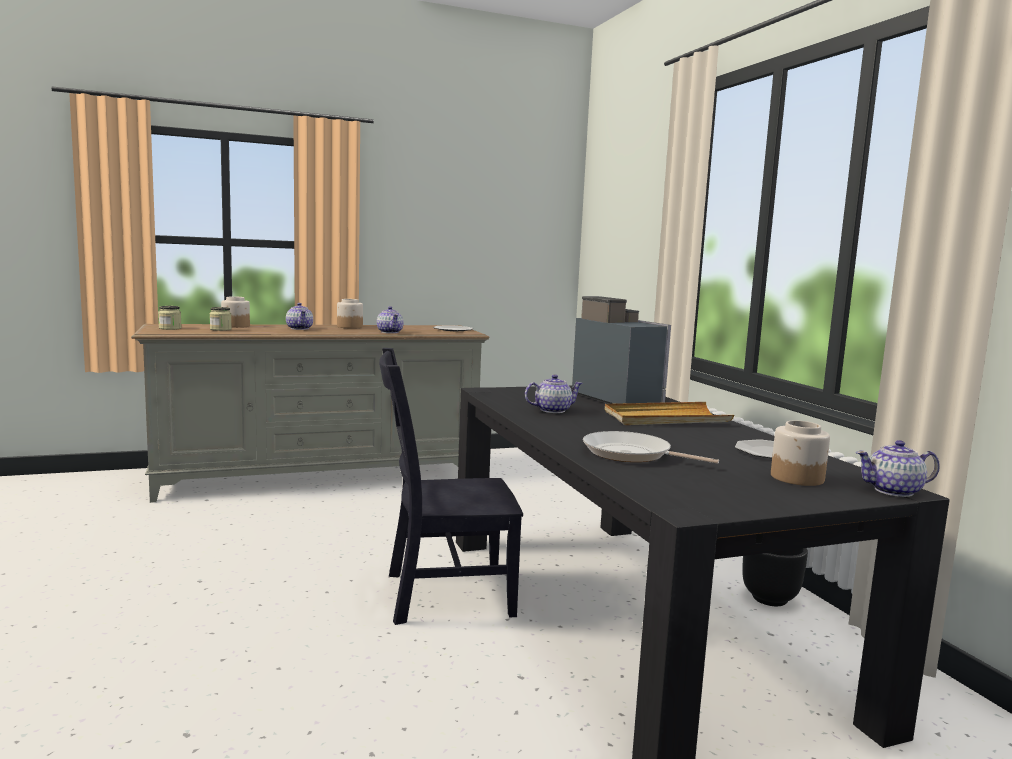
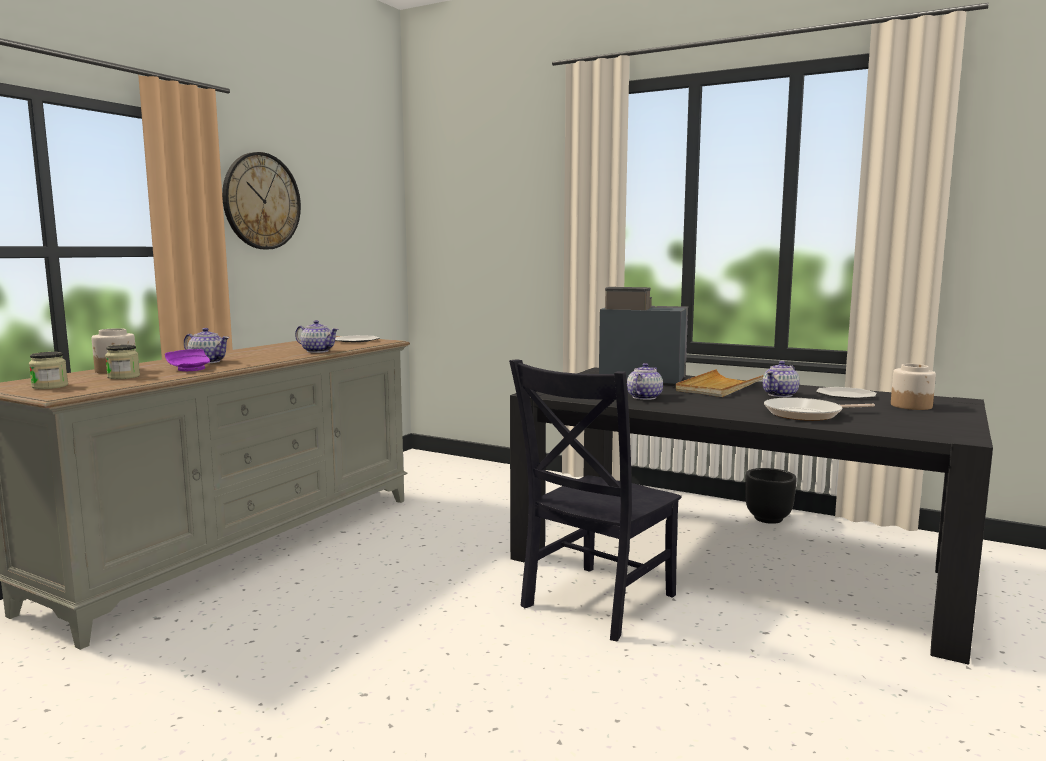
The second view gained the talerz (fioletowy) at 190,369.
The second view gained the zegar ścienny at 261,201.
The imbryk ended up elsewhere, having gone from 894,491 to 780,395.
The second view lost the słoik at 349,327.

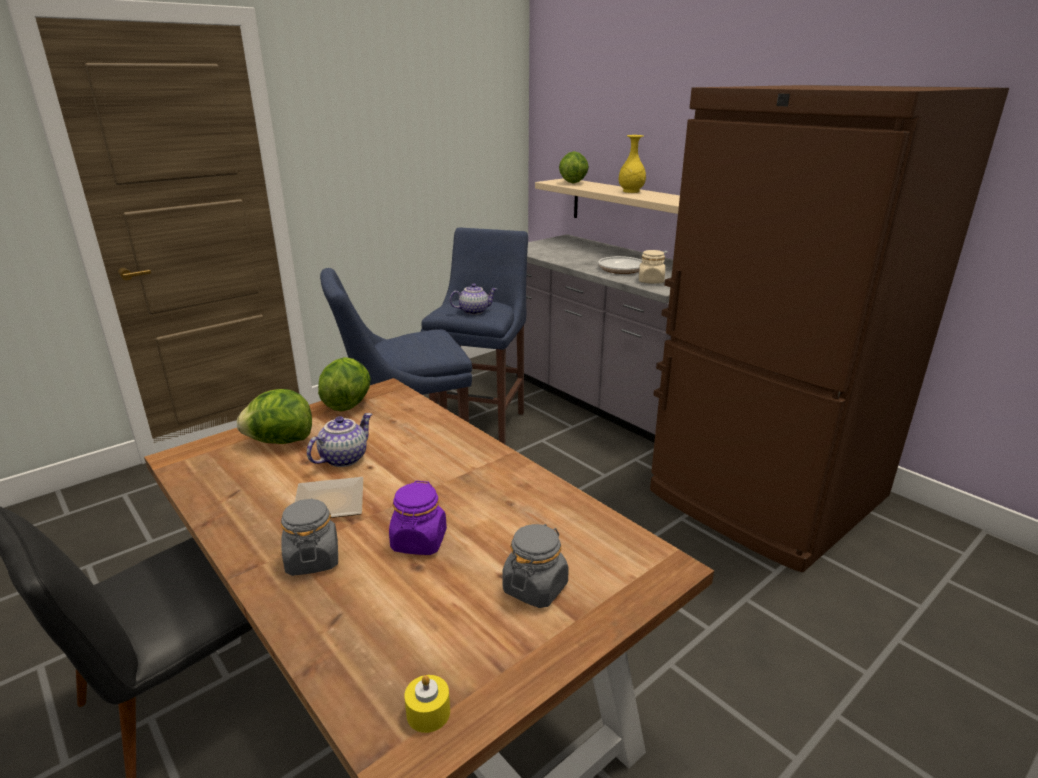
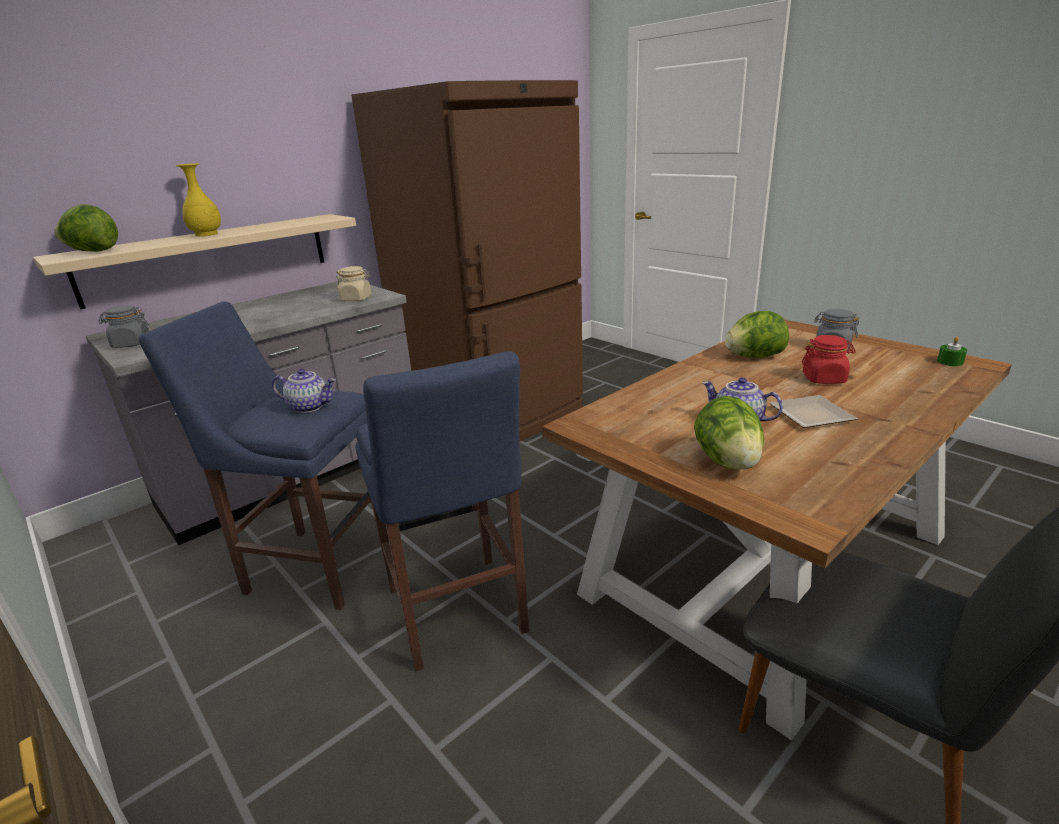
The słoik (szary) ended up elsewhere, having gone from 312,559 to 131,344.
The imbryk at 474,311 ended up facing another way, 120 degrees clockwise from before.
The sałata ended up elsewhere, having gone from 347,404 to 754,357.
What was the słoik (fioletowy) at 419,541 turned into the słoik (czerwony) at 824,379.
What was the świeca (żółty) at 428,713 turned into the świeca (zielony) at 950,362.
The second view lost the patelnia at 625,268.

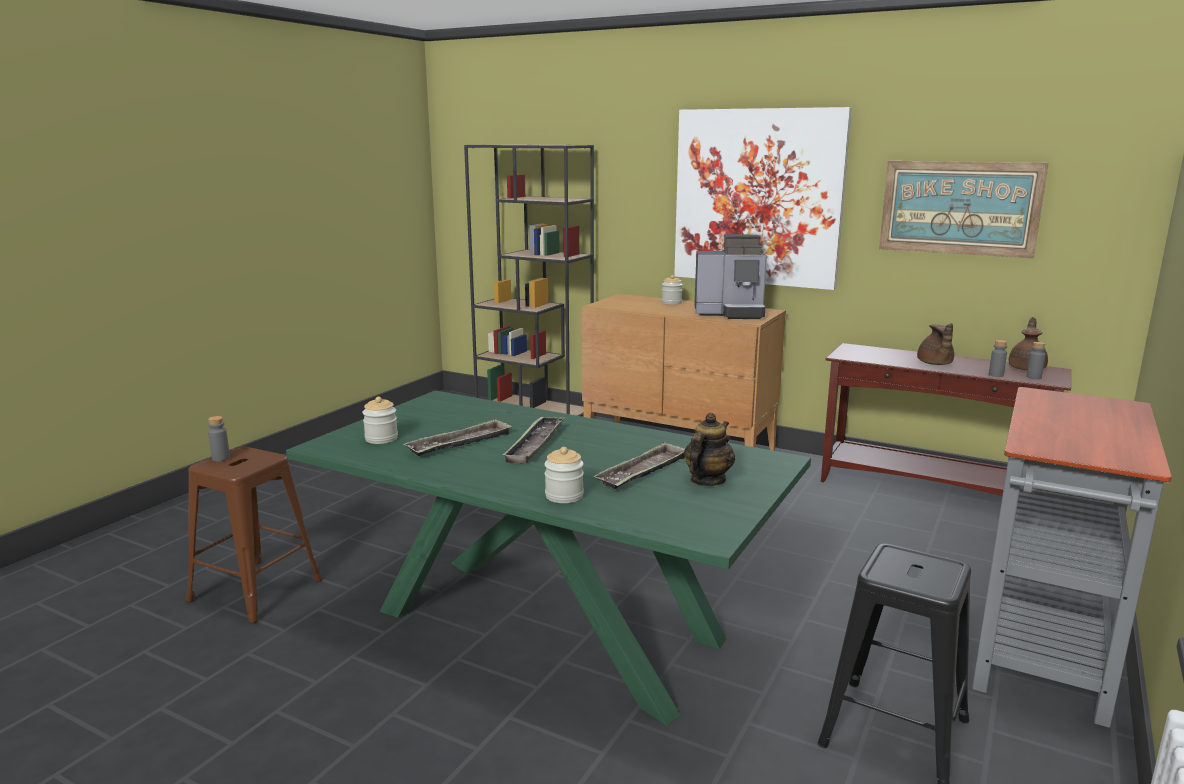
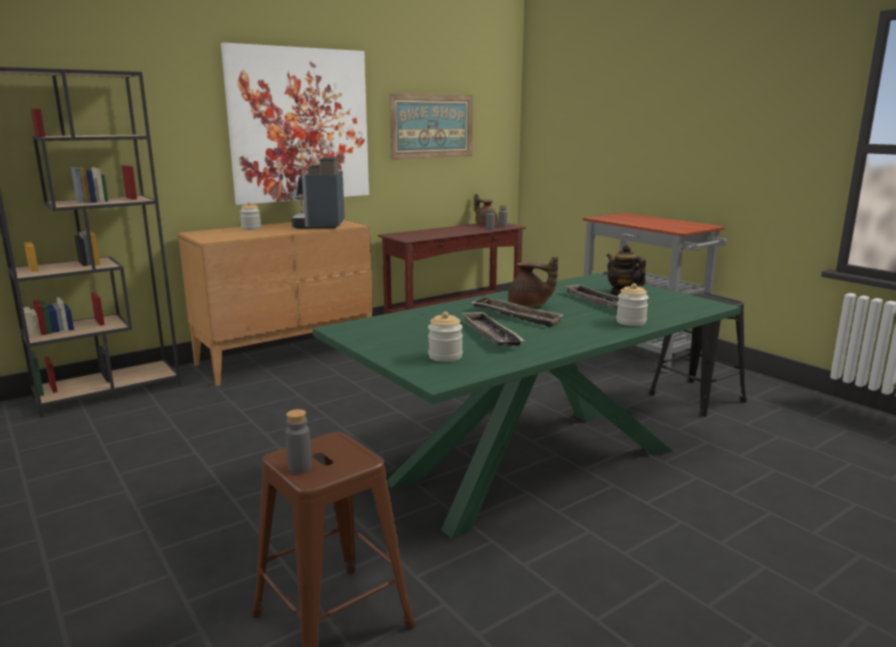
The ekspres do kawy at 731,313 ended up facing another way, 150 degrees clockwise from before.
The imbryk (brązowy) ended up elsewhere, having gone from 934,364 to 529,306.

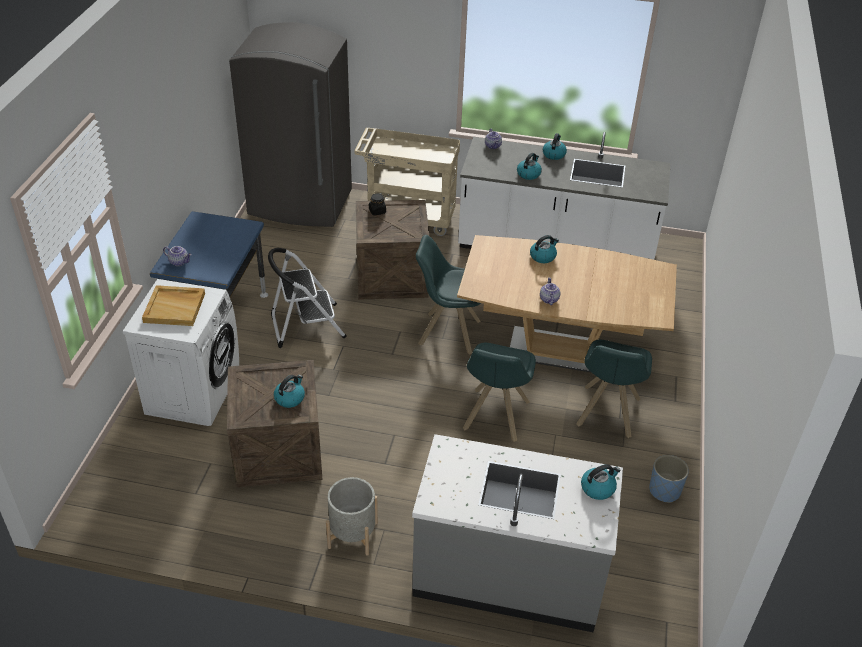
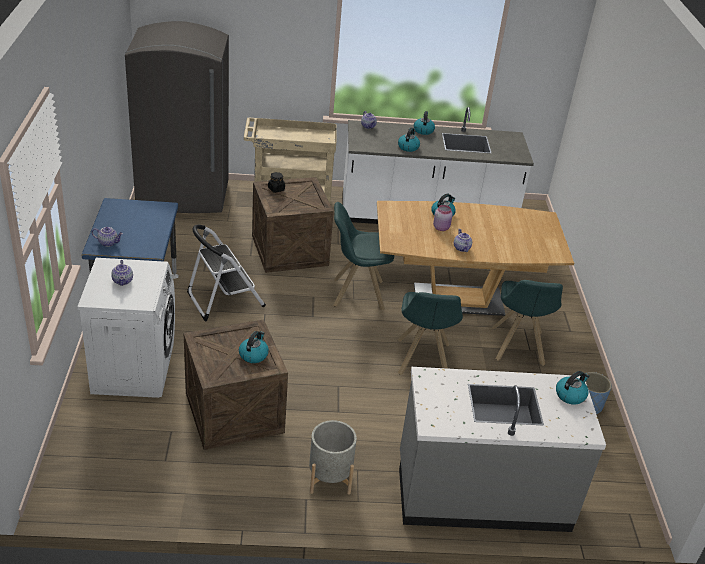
Where the taca (beżowy) stood at 175,307, the imbryk came to stand at 123,281.
The second view gained the słoik (różowy) at 441,228.

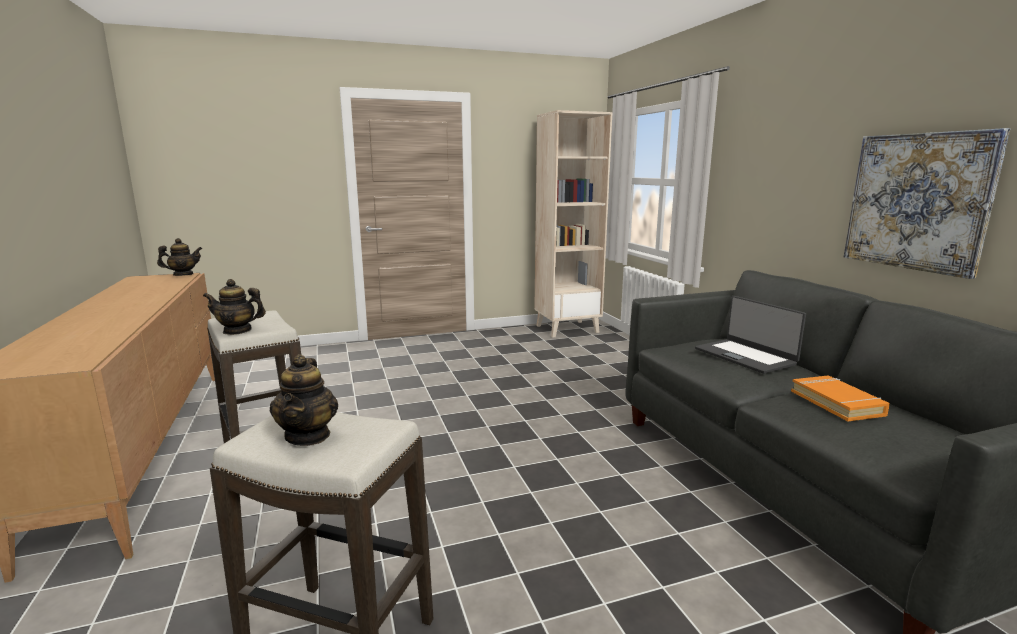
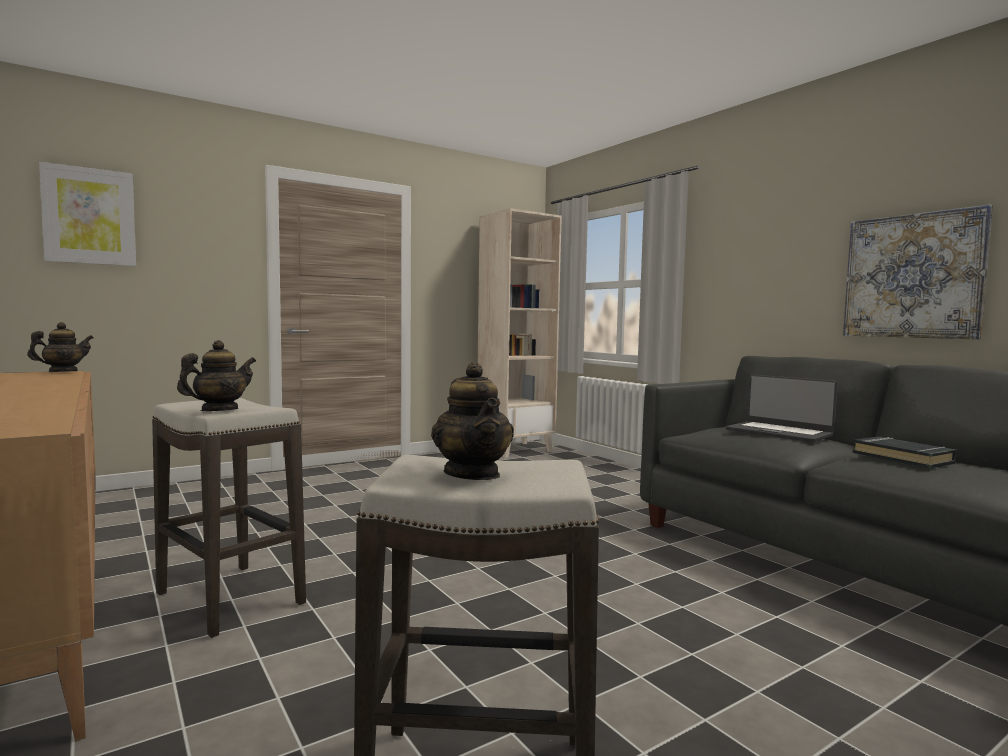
The second view gained the obraz at 89,216.
The imbryk at 237,331 ended up facing another way, 150 degrees clockwise from before.
What was the książka (pomarańczowy) at 837,403 turned into the książka (czarny) at 903,458.

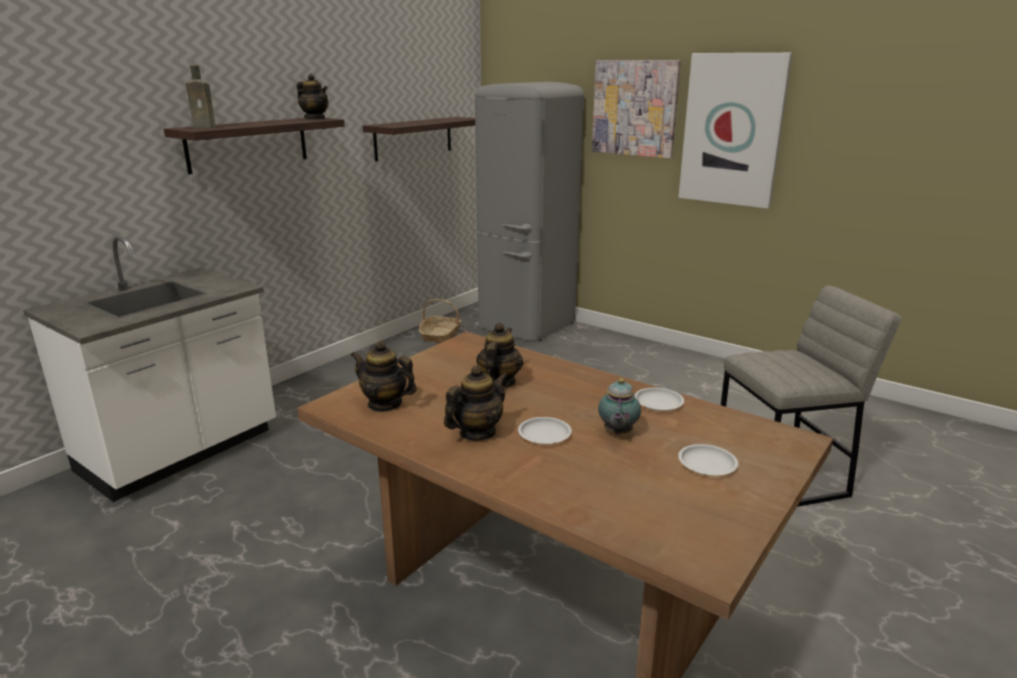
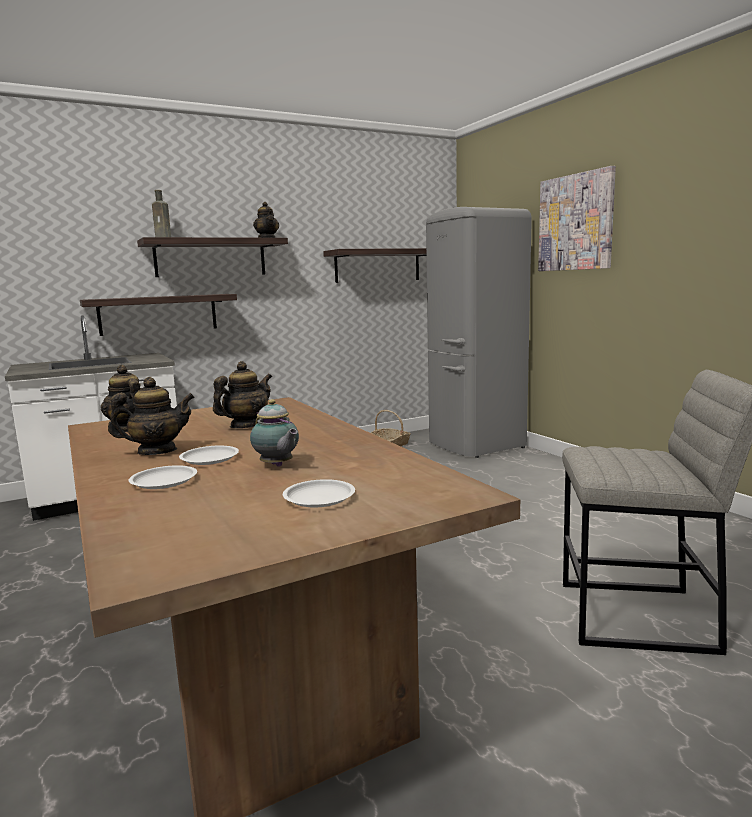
The second view gained the półka at 158,314.
The talerz (biały) ended up elsewhere, having gone from 658,402 to 163,481.
The imbryk at 617,433 ended up facing another way, 75 degrees counterclockwise from before.
The second view lost the obraz at 732,130.

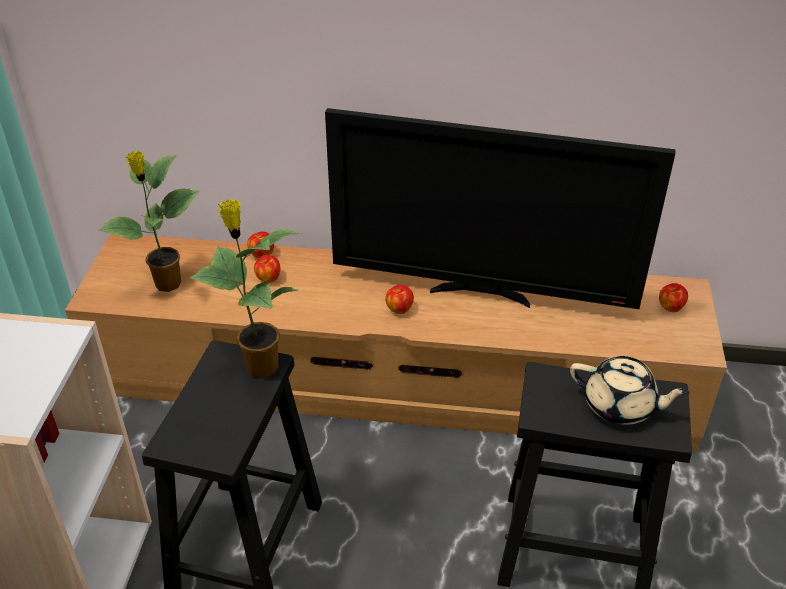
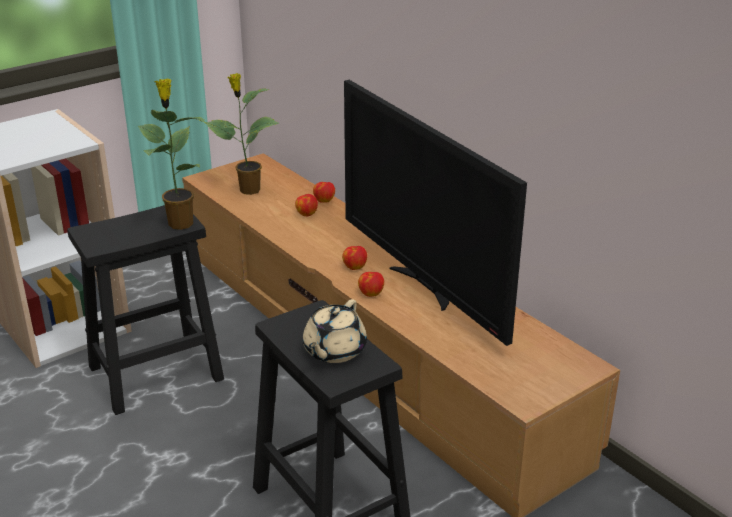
The imbryk (beżowy) at 620,406 ended up facing another way, 45 degrees clockwise from before.
The jabłko ended up elsewhere, having gone from 670,307 to 371,293.

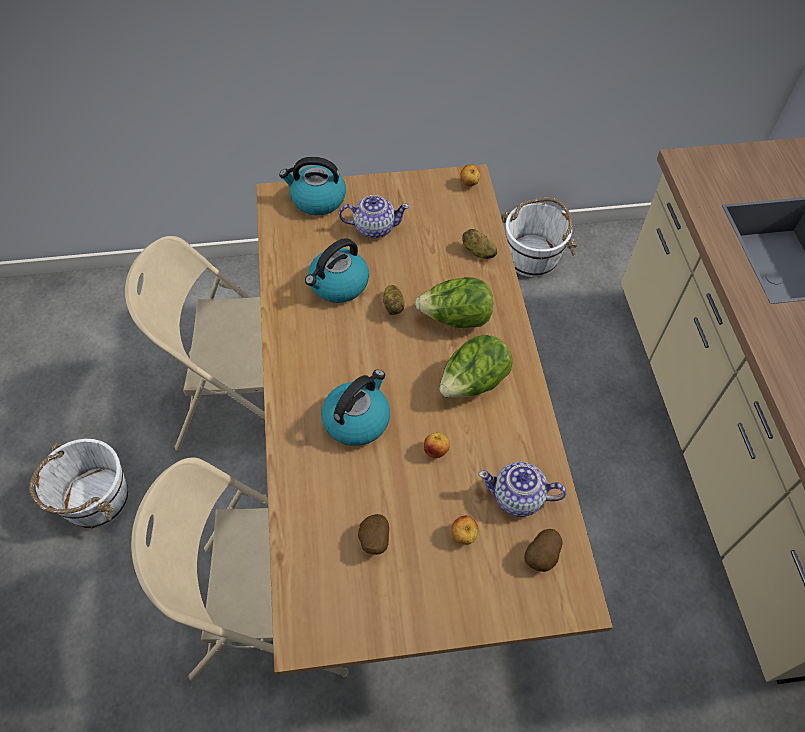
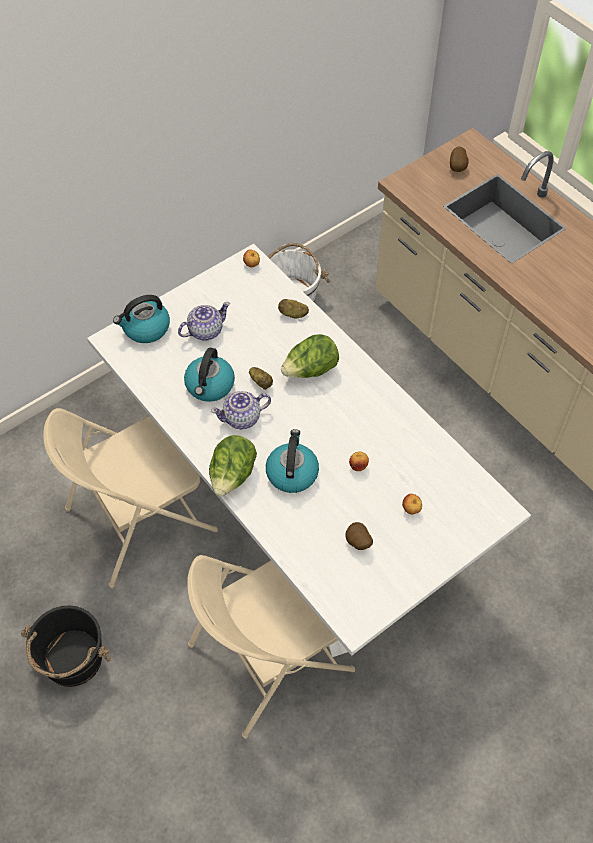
What was the wiadro (biały) at 95,500 turned into the wiadro (czarny) at 72,660.
What was the stół jadalny (brązowy) at 398,467 turned into the stół jadalny (biały) at 294,509.
The sałata ended up elsewhere, having gone from 473,383 to 232,476.
The imbryk ended up elsewhere, having gone from 518,498 to 242,418.
The ziemniak ended up elsewhere, having gone from 541,557 to 457,167.

